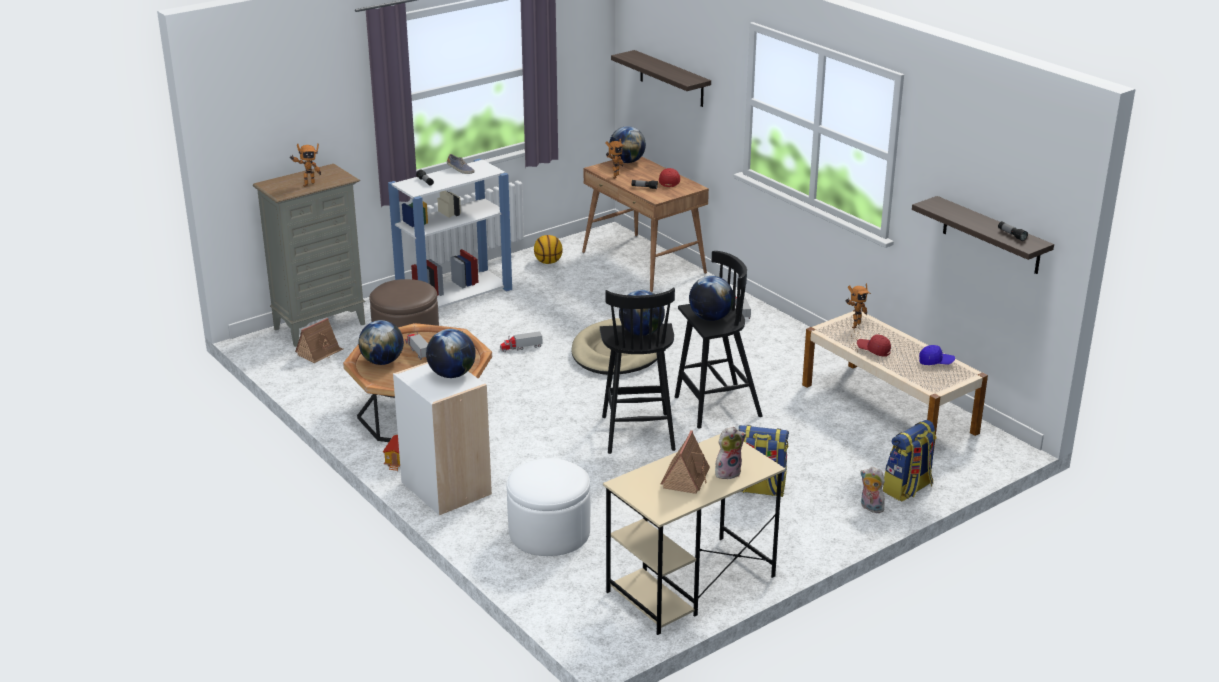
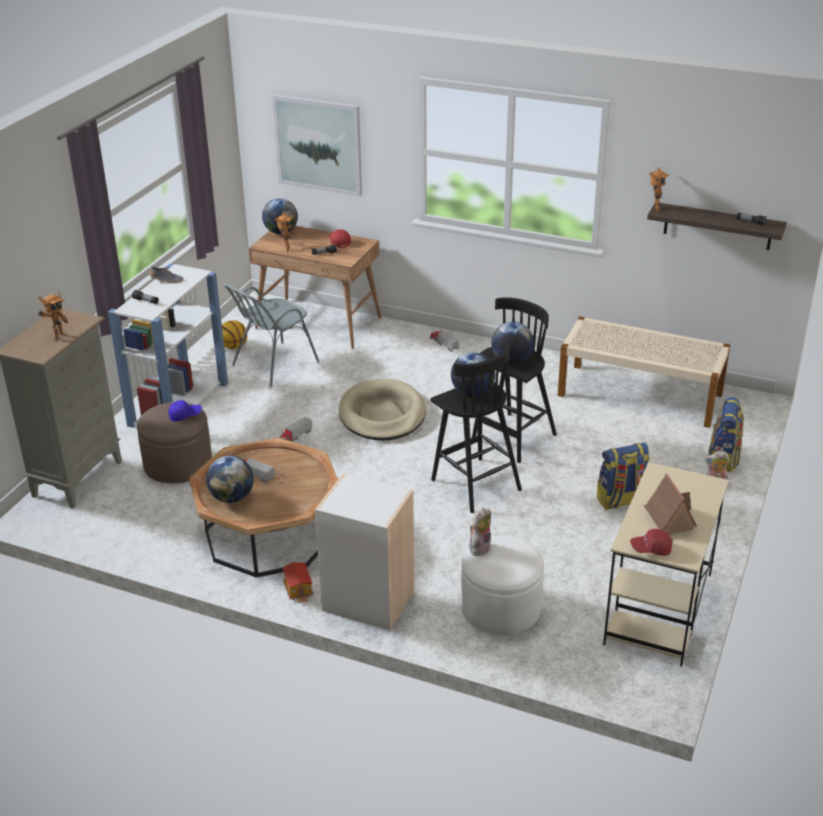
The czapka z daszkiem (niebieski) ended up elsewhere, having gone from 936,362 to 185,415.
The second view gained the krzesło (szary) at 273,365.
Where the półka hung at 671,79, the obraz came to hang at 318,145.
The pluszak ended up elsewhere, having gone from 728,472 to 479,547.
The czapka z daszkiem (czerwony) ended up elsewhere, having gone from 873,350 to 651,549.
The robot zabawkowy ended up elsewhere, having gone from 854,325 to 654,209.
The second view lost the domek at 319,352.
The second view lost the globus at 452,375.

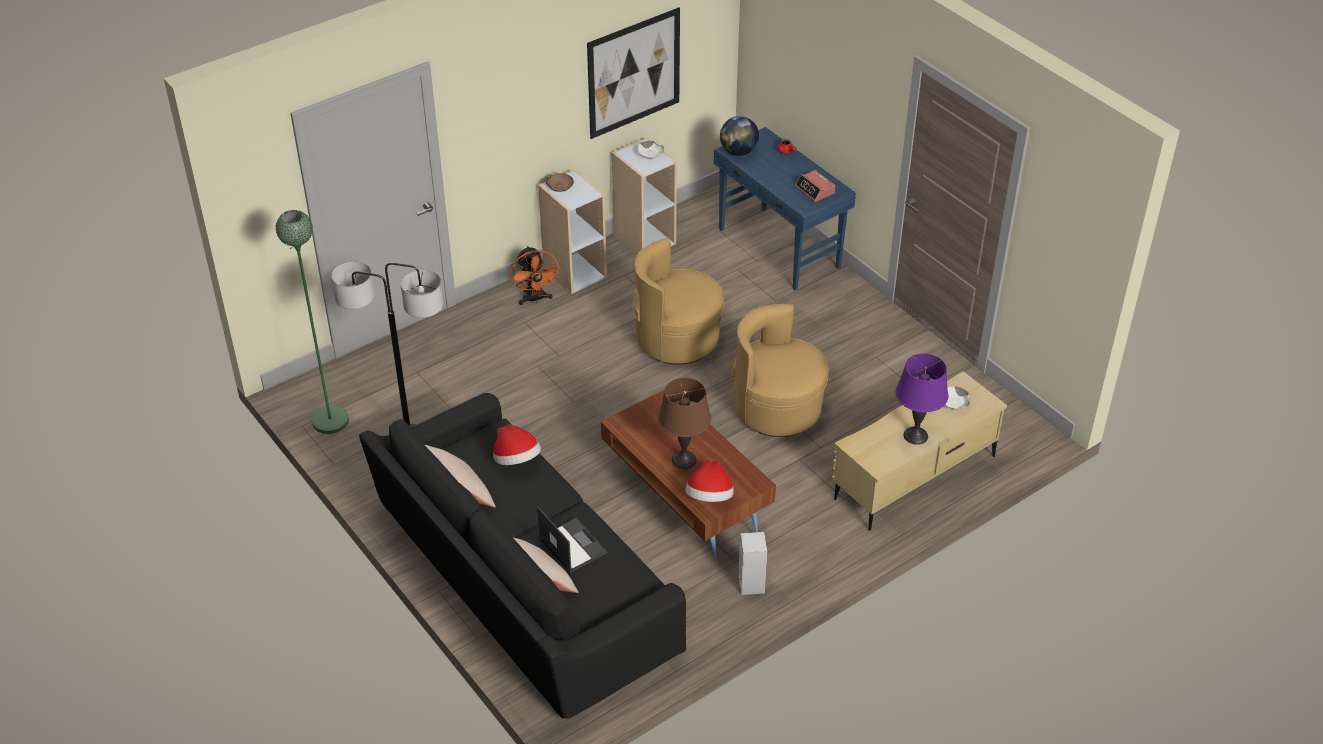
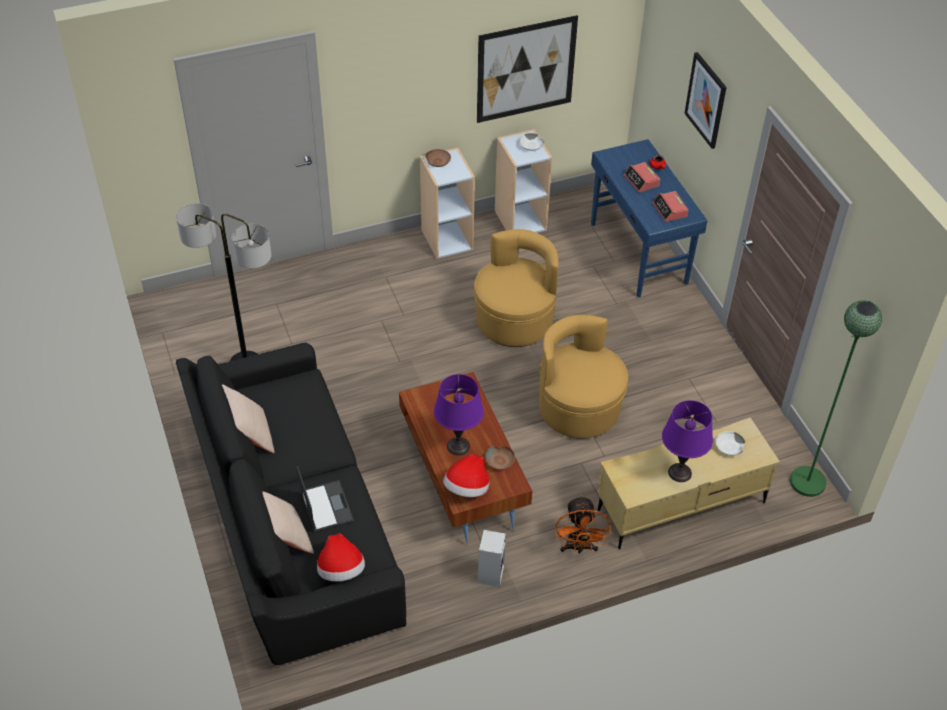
The kapelusz ended up elsewhere, having gone from 516,460 to 341,570.
What was the lampa stołowa (brązowy) at 683,460 turned into the lampa stołowa (fioletowy) at 458,446.
The fotel (beżowy) at 678,339 ended up facing another way, 105 degrees clockwise from before.
The second view gained the miska (brązowy) at 500,461.
The wentylator (pomarańczowy) ended up elsewhere, having gone from 535,299 to 578,547.
The second view gained the budzik at 641,181.
The second view gained the obraz at 706,100.
The lampa stojąca (zielony) ended up elsewhere, having gone from 330,421 to 807,482.
The second view lost the globus at 738,152.

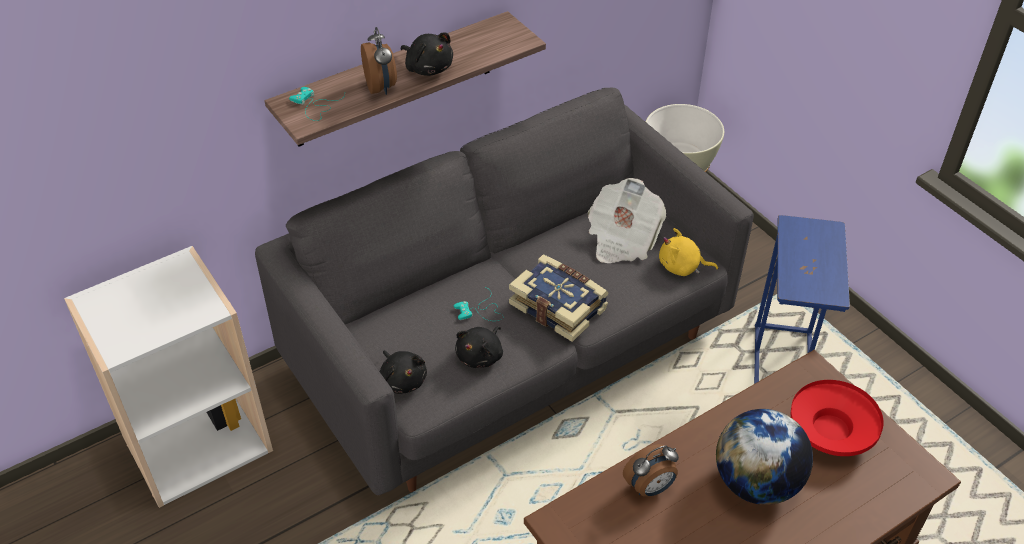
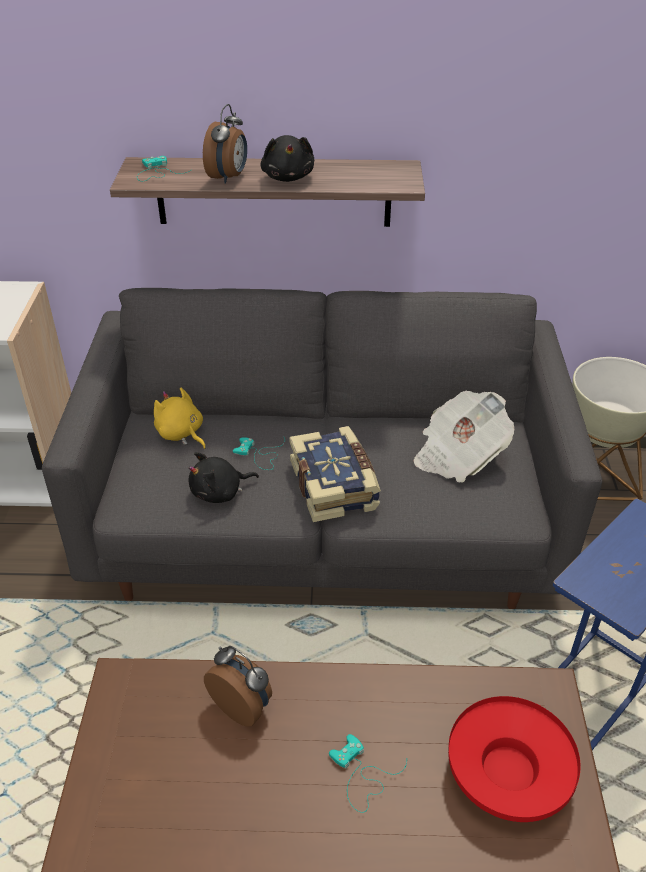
The pluszak (żółty) ended up elsewhere, having gone from 682,267 to 181,434.
The budzik at 650,488 ended up facing another way, 150 degrees counterclockwise from before.
Where the globus stood at 756,482, the pad do gier (turkusowy) came to stand at 362,775.
The second view lost the pluszak (czarny) at 402,380.

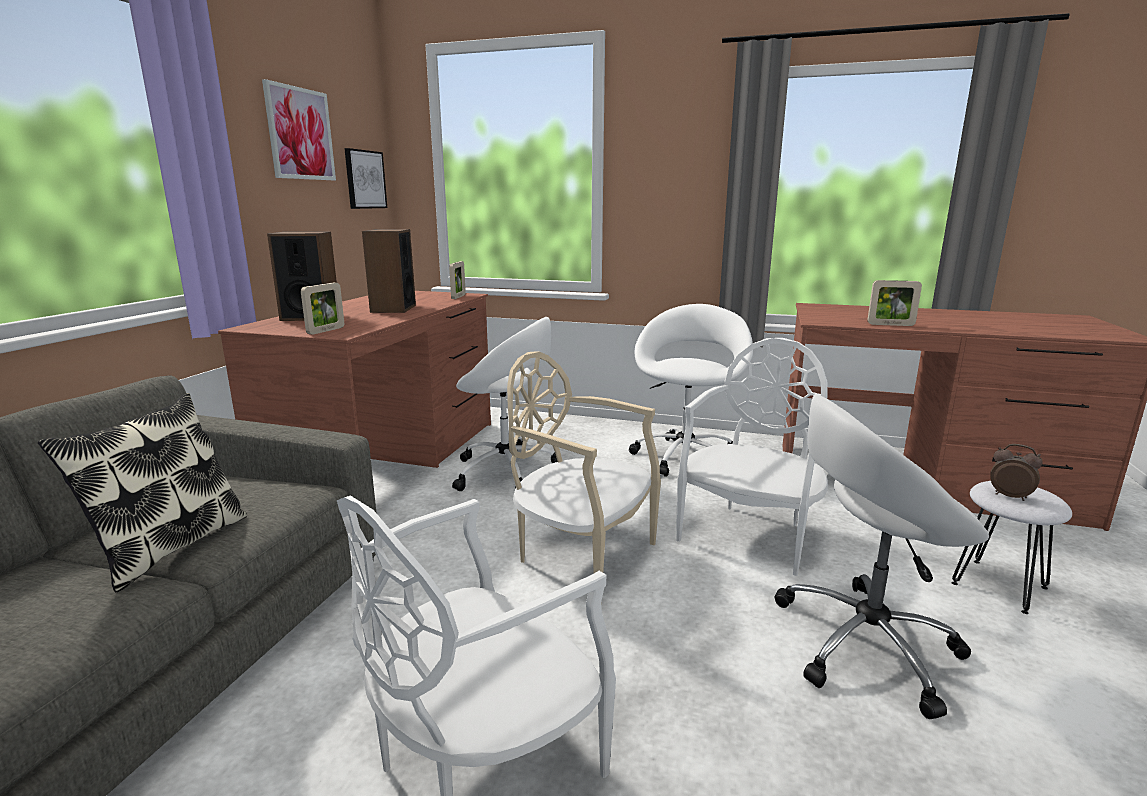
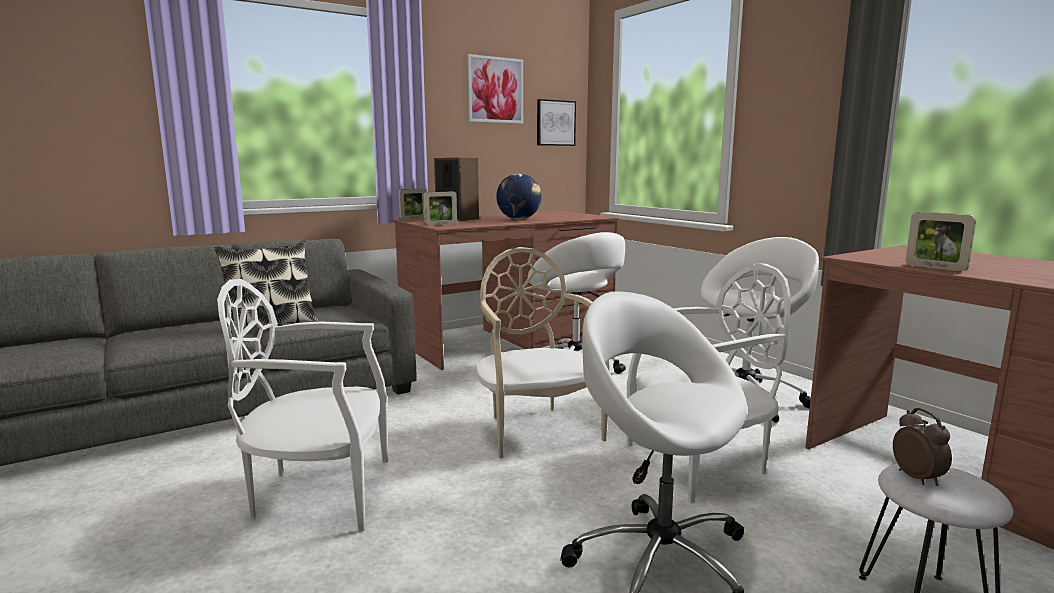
The ramka na zdjęcie ended up elsewhere, having gone from 458,297 to 413,219.
Where the głośnik stood at 393,309, the globus came to stand at 519,219.

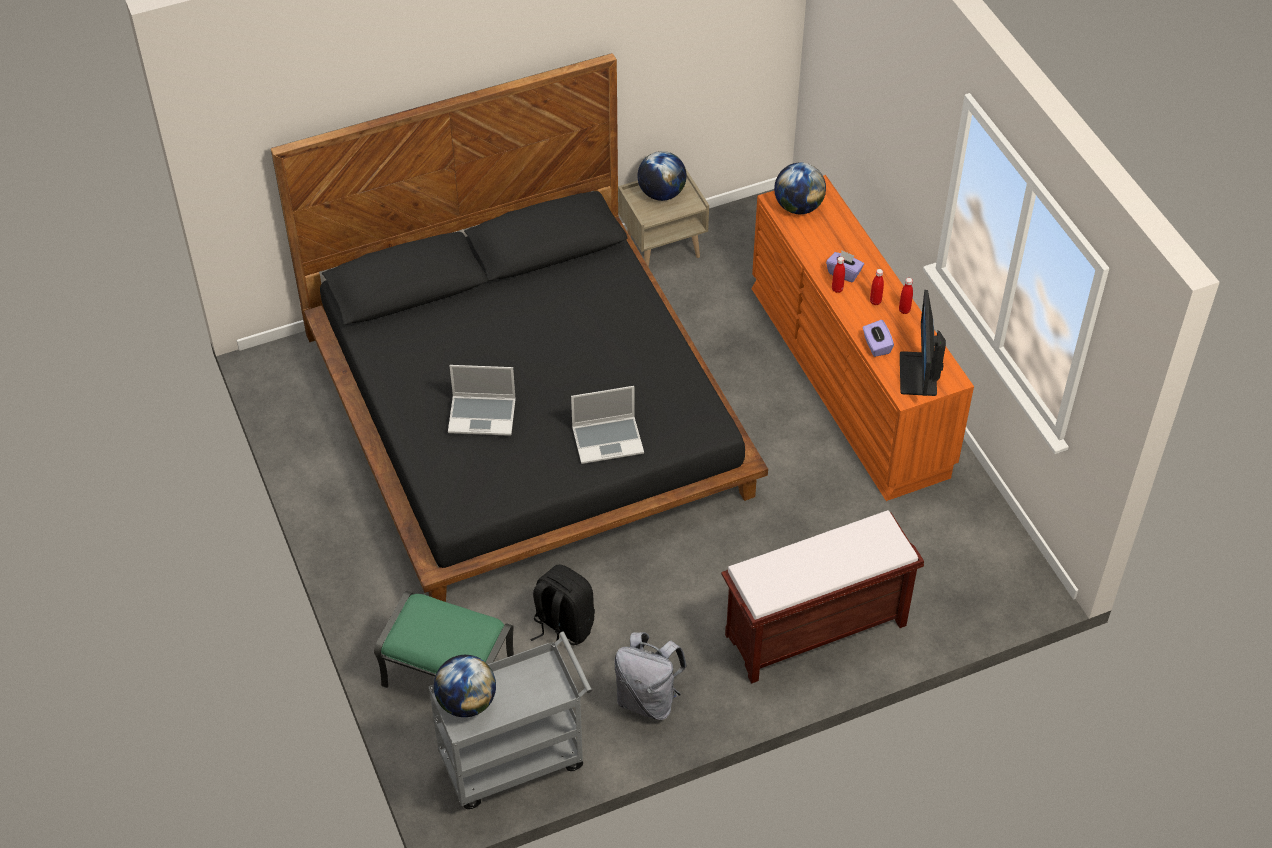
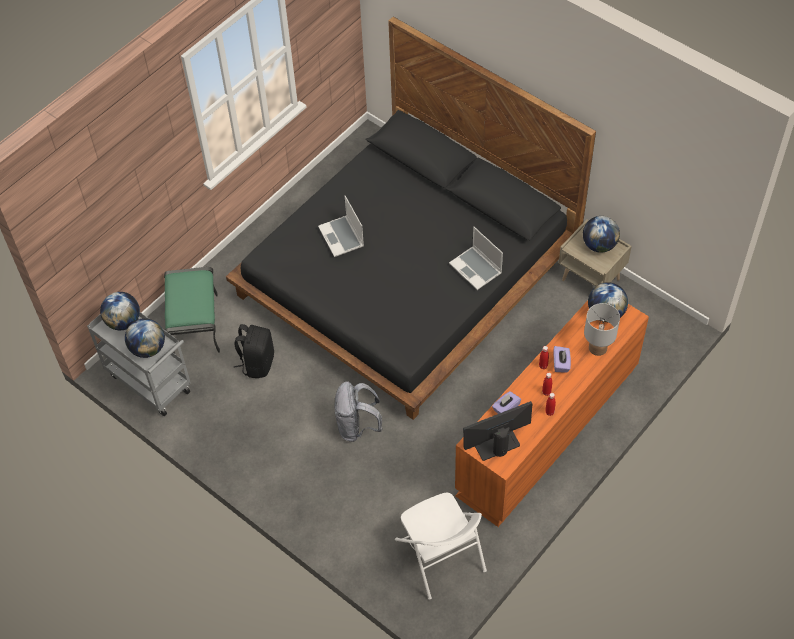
The second view gained the globus at 148,348.
The plecak (szary) ended up elsewhere, having gone from 648,699 to 357,427.
The second view gained the krzesło (biały) at 440,555.
The laptop ended up elsewhere, having gone from 608,440 to 476,269.
The second view gained the lampa stołowa (szary) at 598,348.
The second view lost the ławka (brązowy) at 814,631.

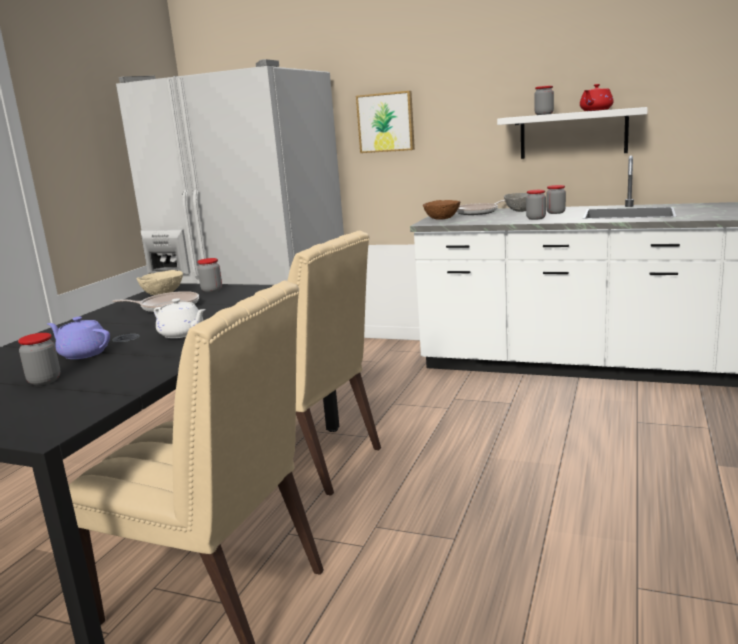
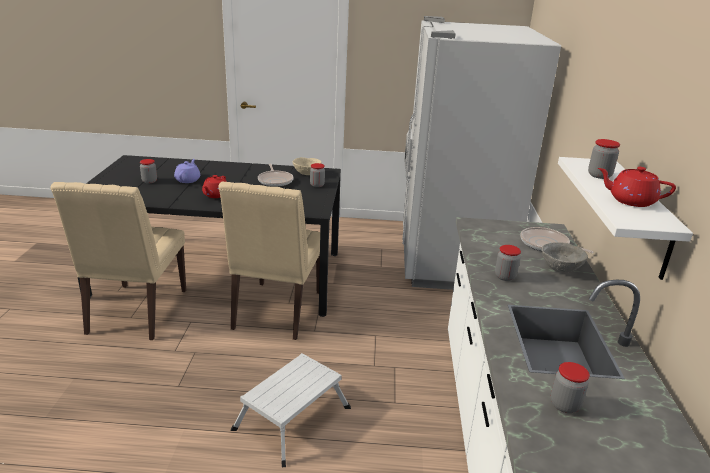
What was the imbryk (biały) at 182,334 turned into the imbryk (czerwony) at 215,195.
The second view gained the drabinka (biały) at 292,418.
The słoik ended up elsewhere, having gone from 555,212 to 564,405.
The second view lost the obraz at 386,122.
The second view lost the miska (brązowy) at 442,219.

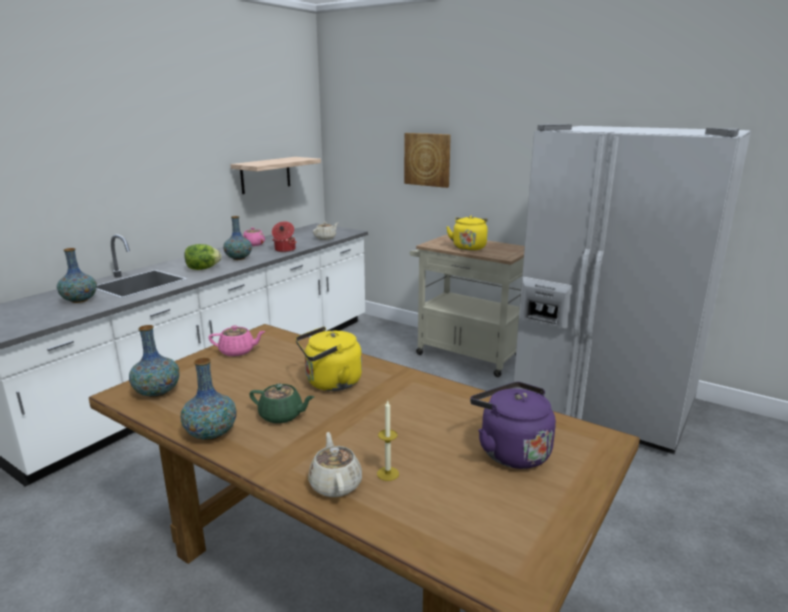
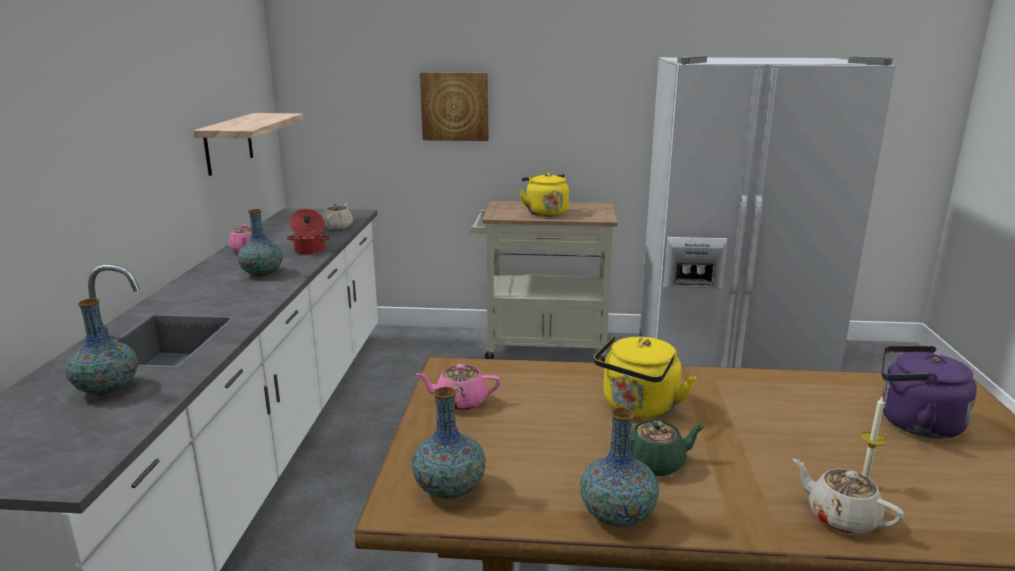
The imbryk (różowy) at 238,351 ended up facing another way, 150 degrees counterclockwise from before.
The second view lost the sałata at 203,269.

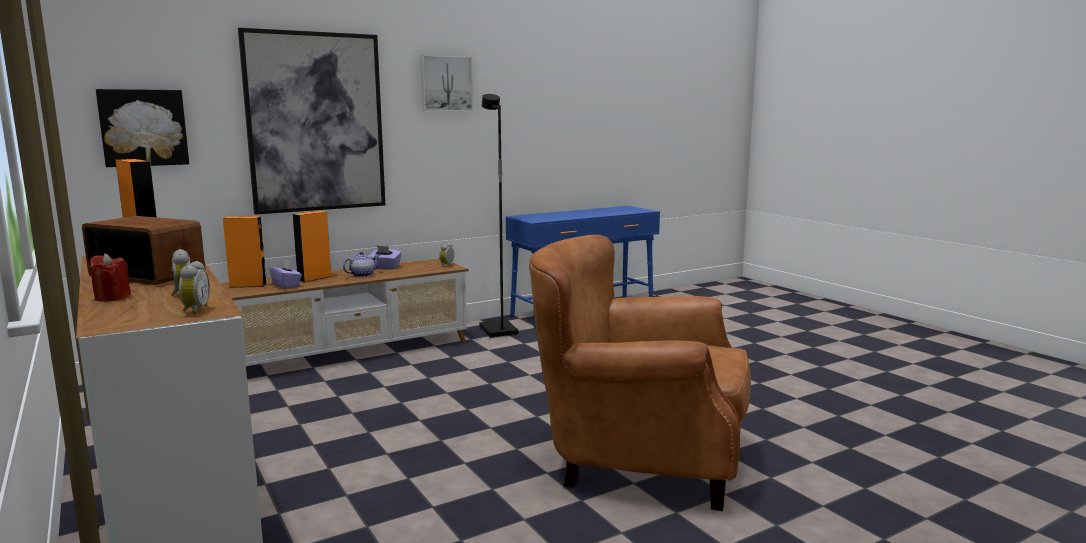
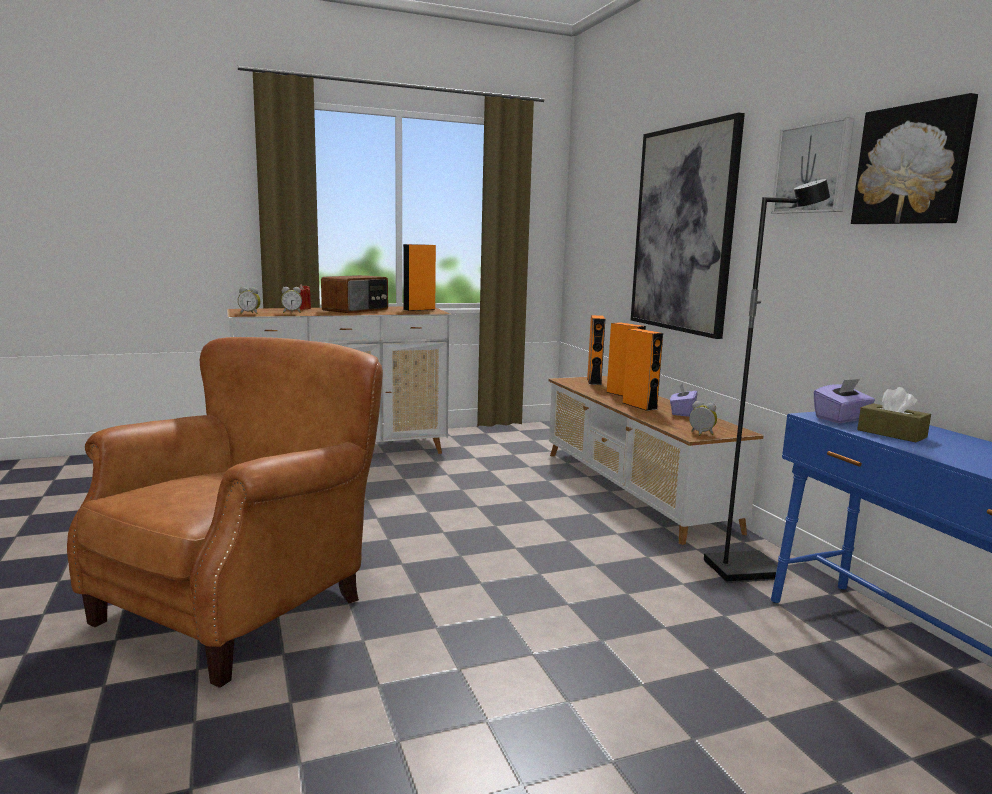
Where the imbryk stood at 362,275, the głośnik (pomarańczowy) came to stand at 639,406.
The pudełko chusteczek (fioletowy) ended up elsewhere, having gone from 286,286 to 841,419.
The obraz ended up elsewhere, having gone from 143,127 to 913,165.
The second view gained the pudełko chusteczek (brązowy) at 891,434.

